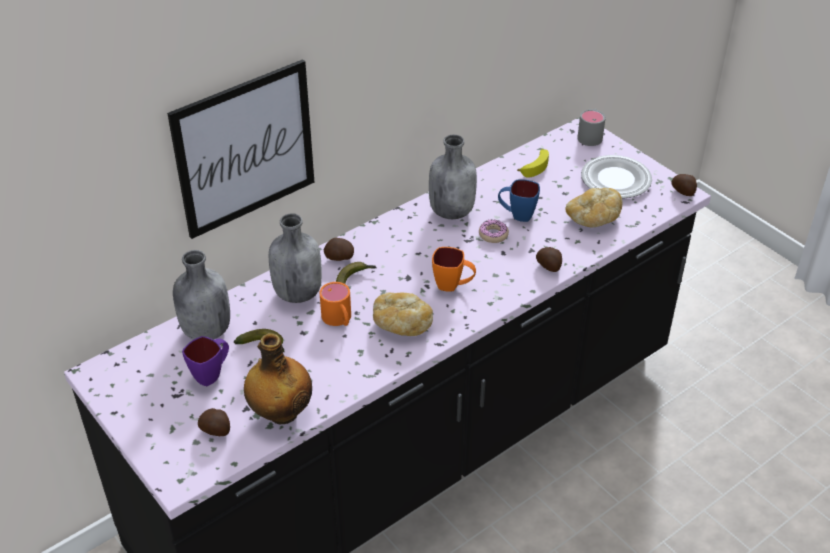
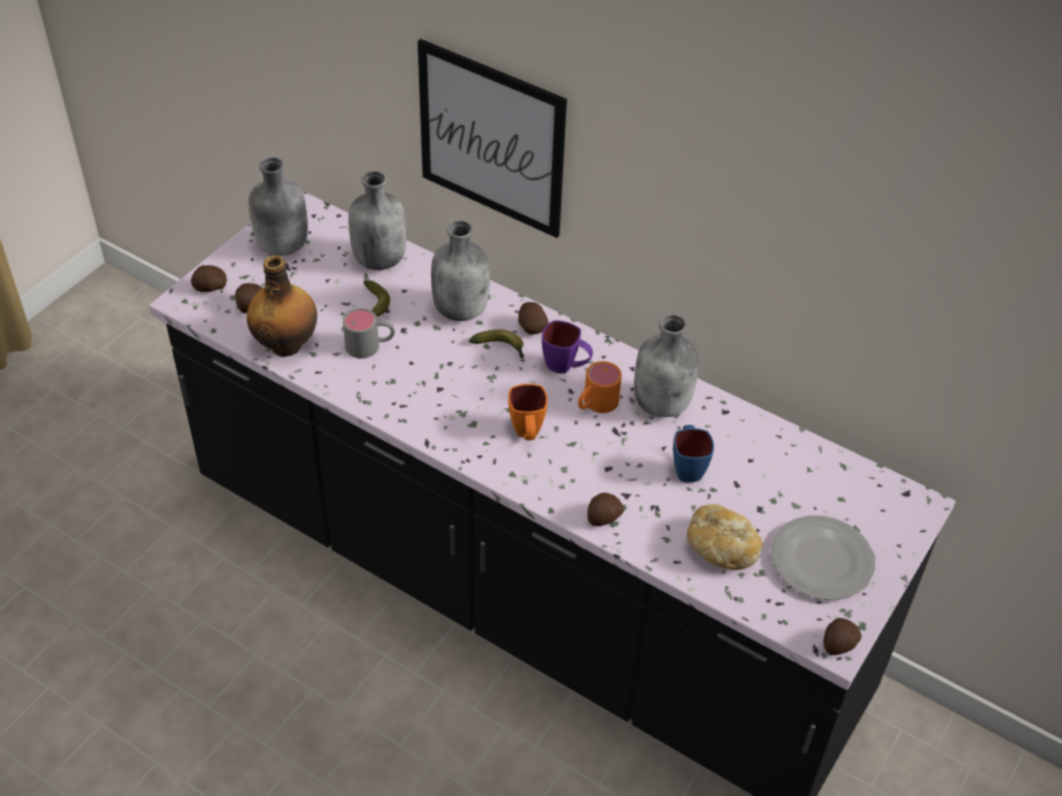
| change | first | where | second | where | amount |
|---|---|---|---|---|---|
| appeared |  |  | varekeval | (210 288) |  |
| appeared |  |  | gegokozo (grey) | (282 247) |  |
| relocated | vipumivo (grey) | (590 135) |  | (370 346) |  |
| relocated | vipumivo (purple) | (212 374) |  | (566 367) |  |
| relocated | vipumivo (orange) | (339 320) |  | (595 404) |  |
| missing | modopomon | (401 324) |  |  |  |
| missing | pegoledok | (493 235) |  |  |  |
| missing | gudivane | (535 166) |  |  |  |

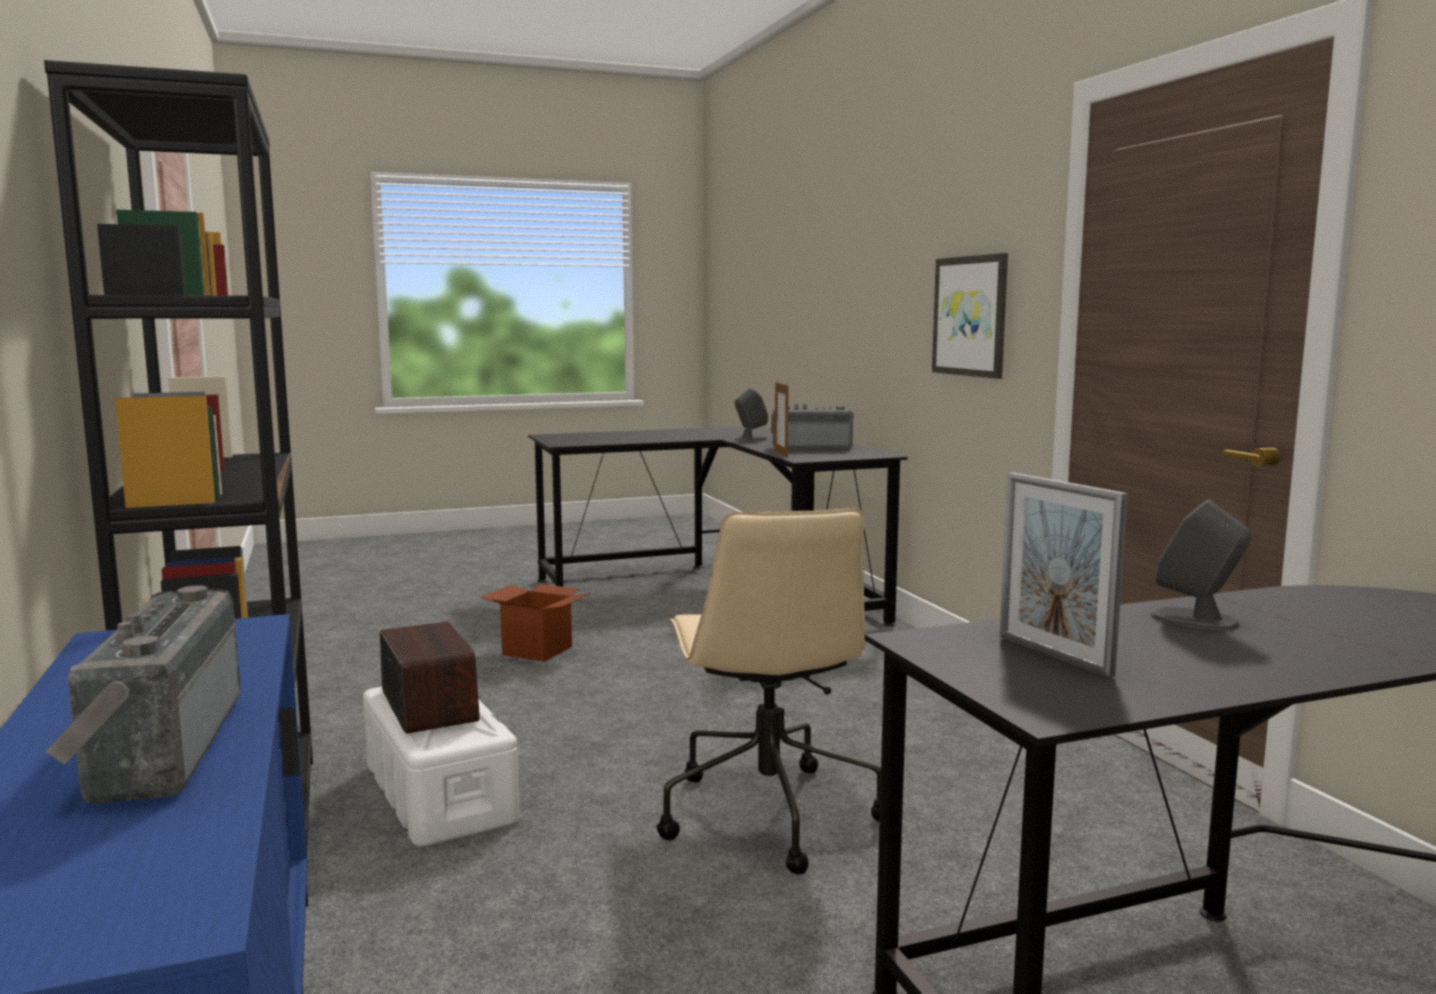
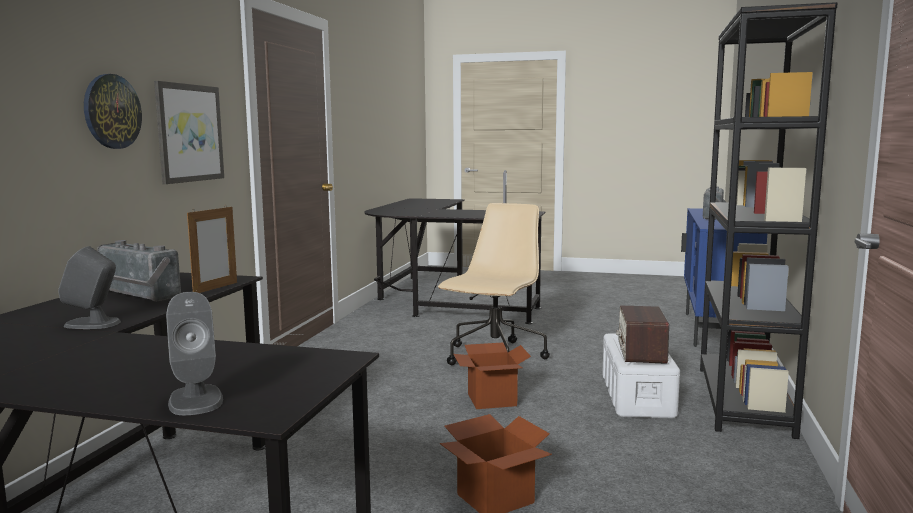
| change | first | where | second | where | amount |
|---|---|---|---|---|---|
| appeared |  |  | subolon | (111 111) |  |
| relocated | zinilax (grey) | (1196 620) |  | (195 400) |  |
| appeared |  |  | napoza | (492 400) |  |

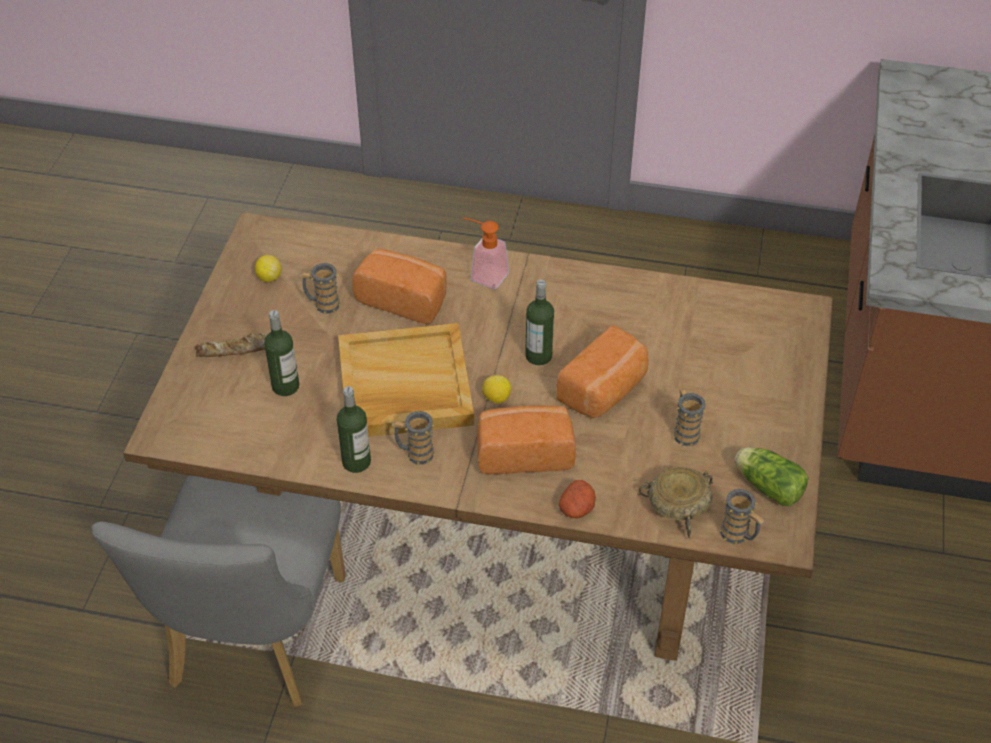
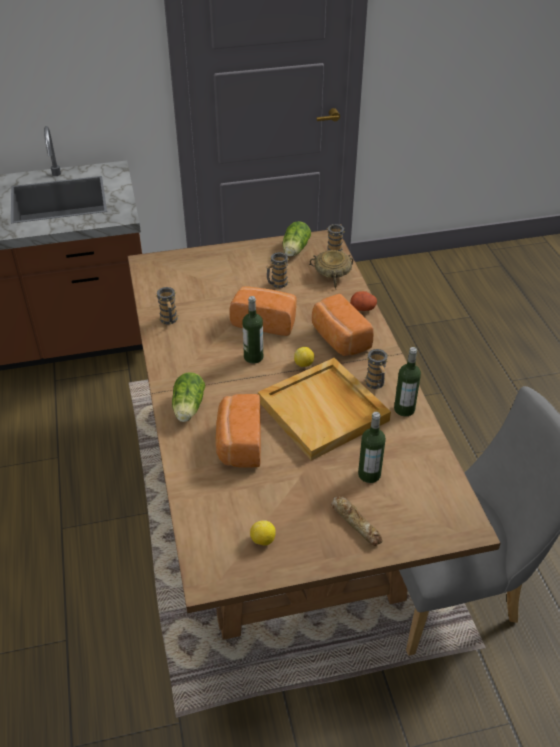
| change | first | where | second | where | amount |
|---|---|---|---|---|---|
| relocated | vipumivo | (322 304) |  | (169 321) |  |
| exchanged | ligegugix | (483 275) | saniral | (188 409) |  |

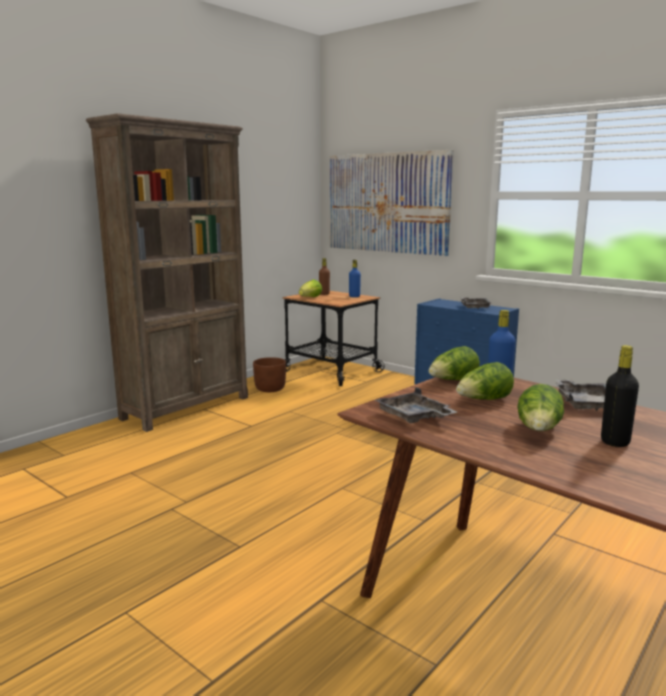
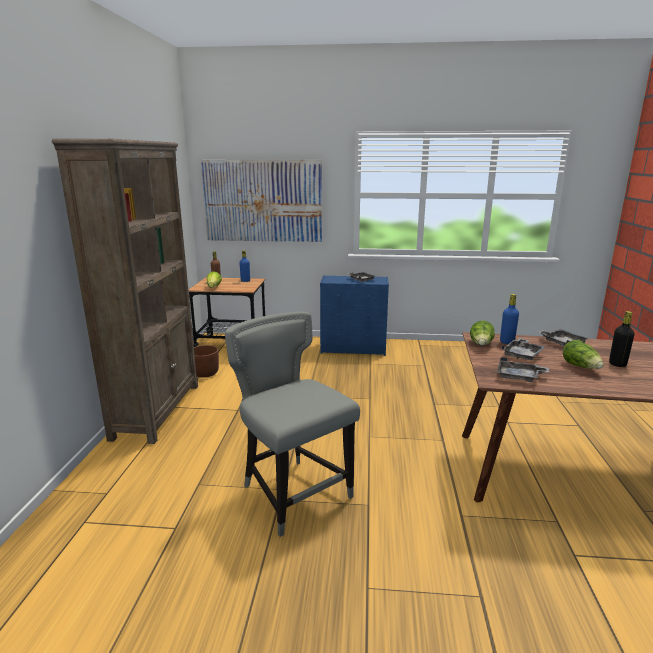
| change | first | where | second | where | amount |
|---|---|---|---|---|---|
| appeared |  |  | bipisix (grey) | (293 492) |  |
| exchanged | saniral | (483 400) | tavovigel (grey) | (522 355) |  |

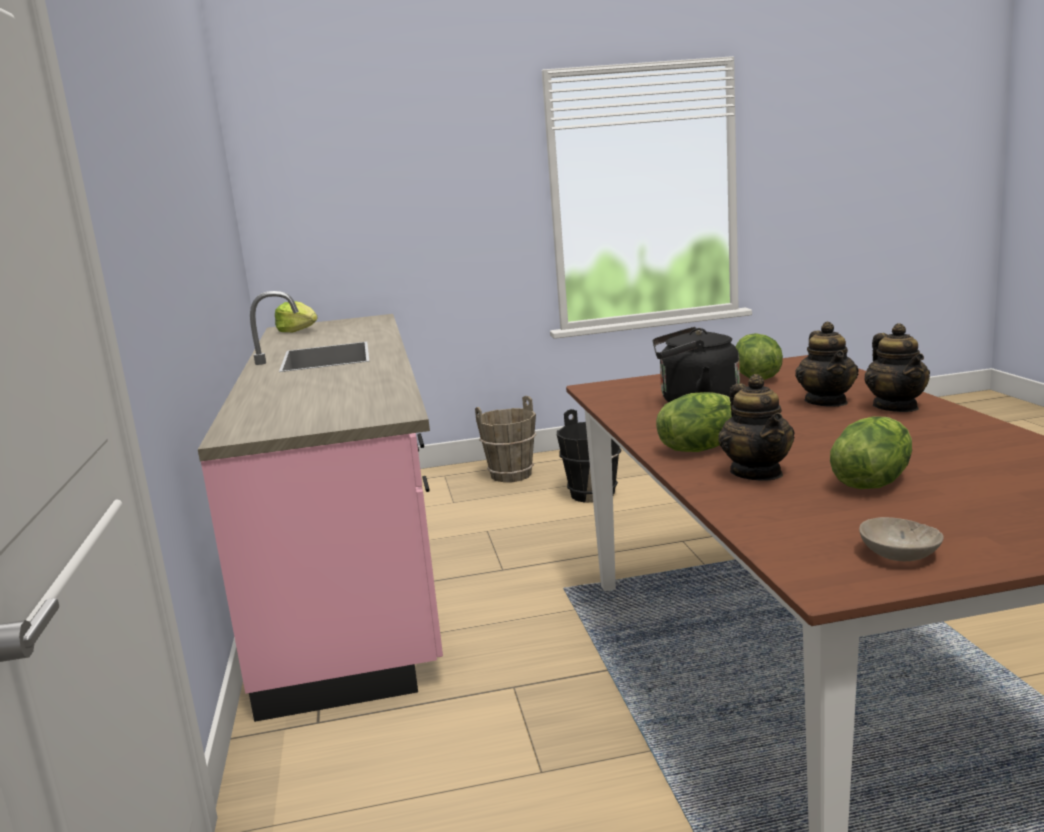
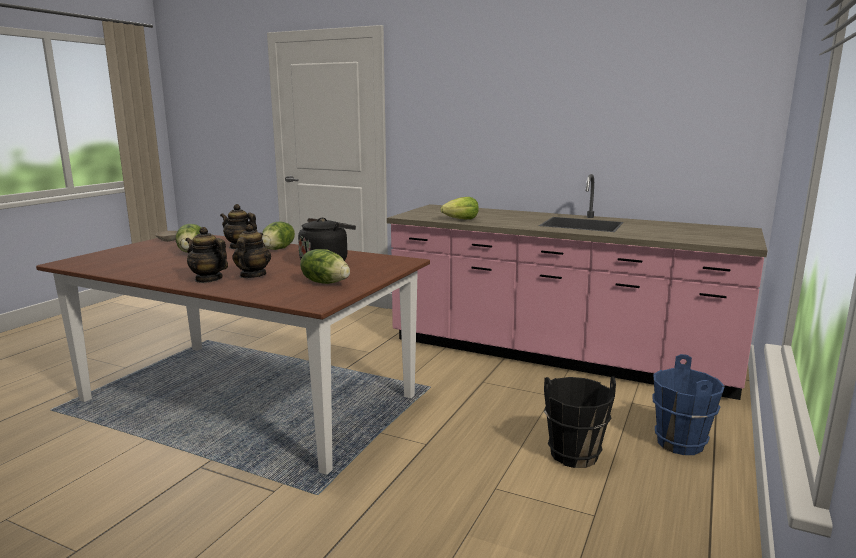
| change | first | where | second | where | amount |
|---|---|---|---|---|---|
| spun | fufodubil | (826 402) |  | (252 275) | 60 degrees clockwise |
| relocated | saniral | (298 331) |  | (461 219) |  |
| colour | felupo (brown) | (511 475) | felupo (blue) | (679 443) |  |

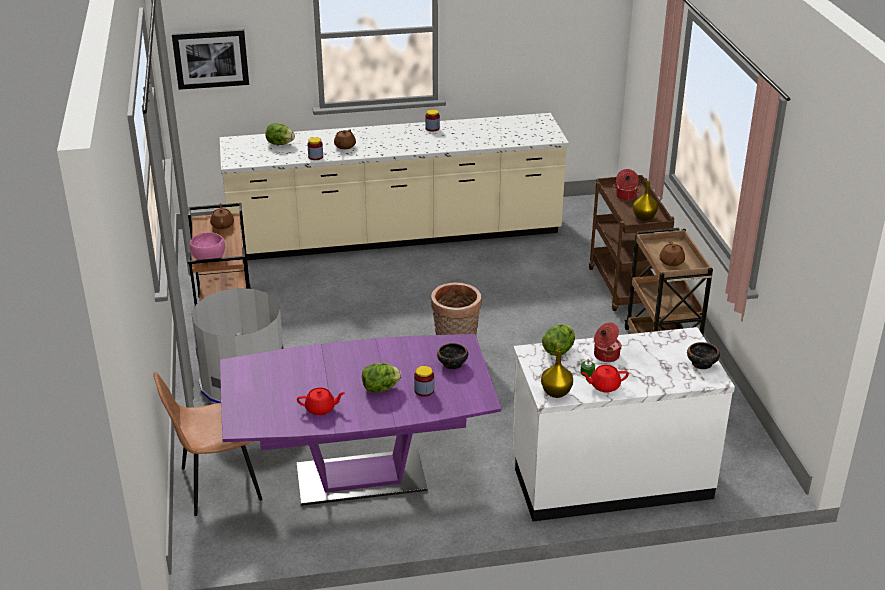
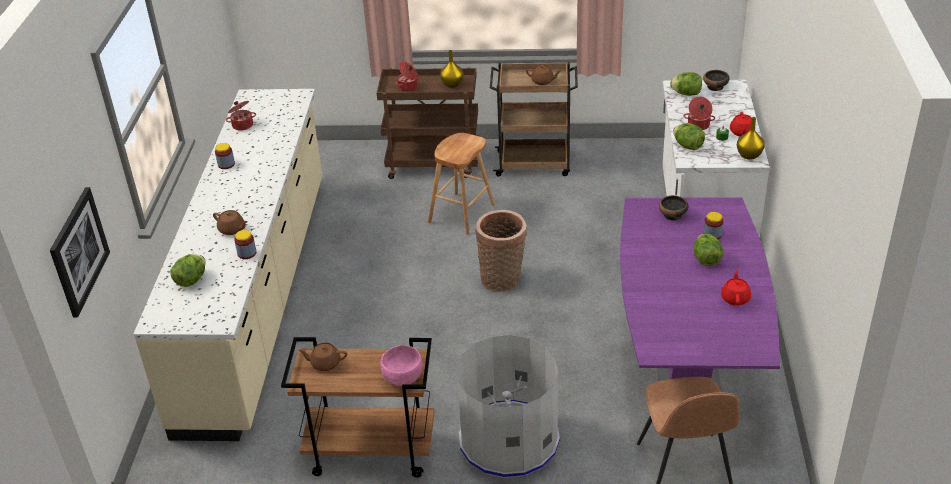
| change | first | where | second | where | amount |
|---|---|---|---|---|---|
| appeared |  |  | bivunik | (242 125) |  |
| appeared |  |  | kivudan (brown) | (461 214) |  |
| appeared |  |  | saniral | (686 94) |  |

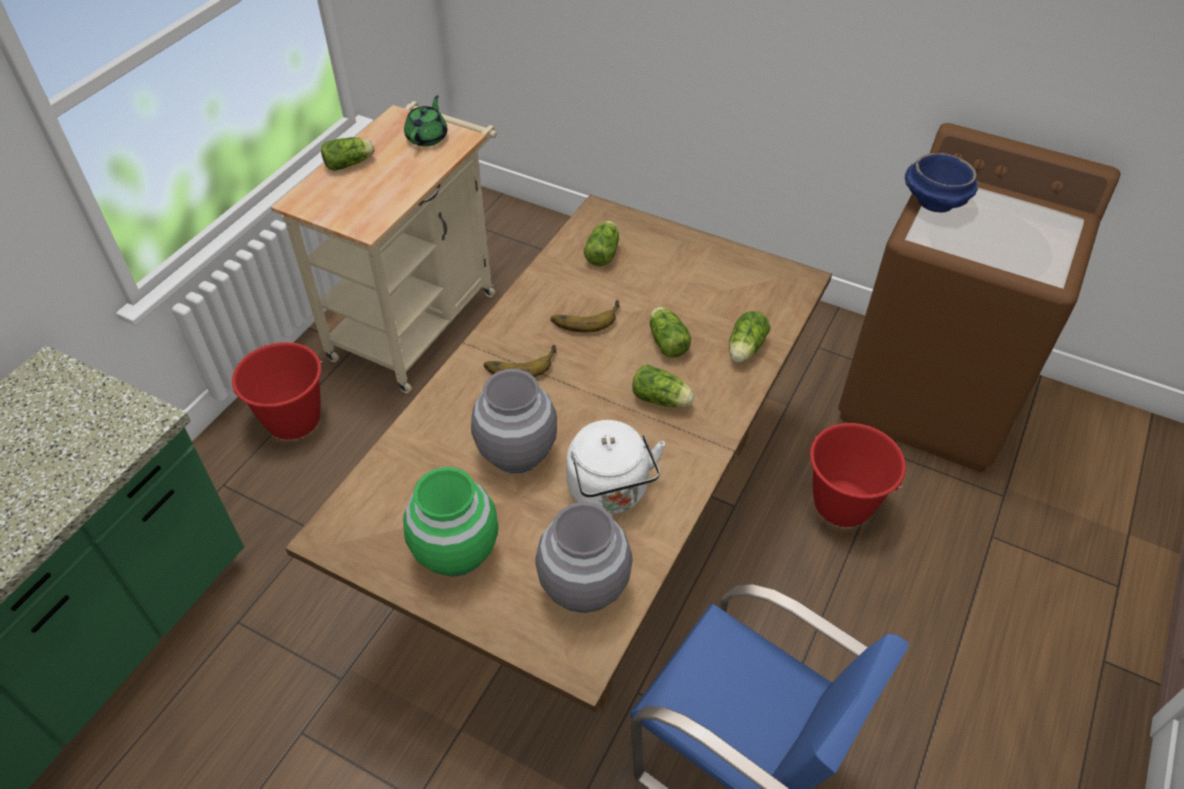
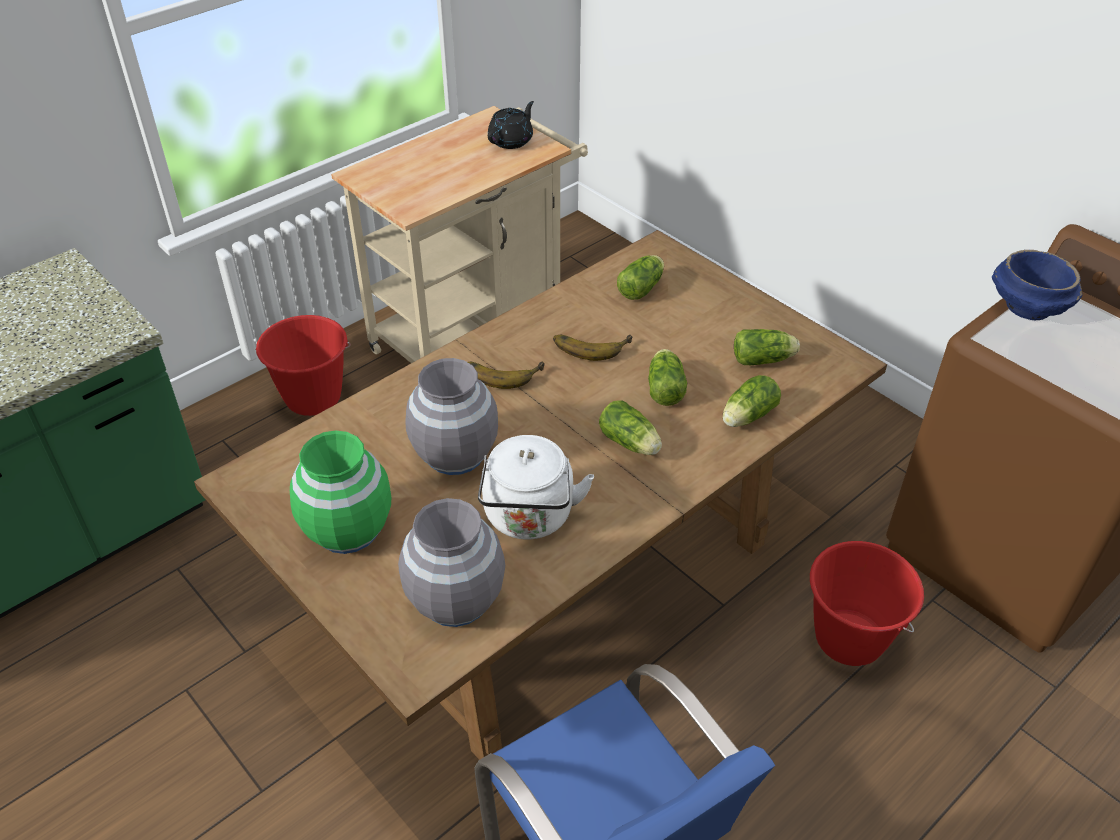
| change | first | where | second | where | amount |
|---|---|---|---|---|---|
| colour | fufodubil (green) | (427 137) | fufodubil (black) | (511 141) |  |
| relocated | saniral | (351 163) |  | (764 360) |  |

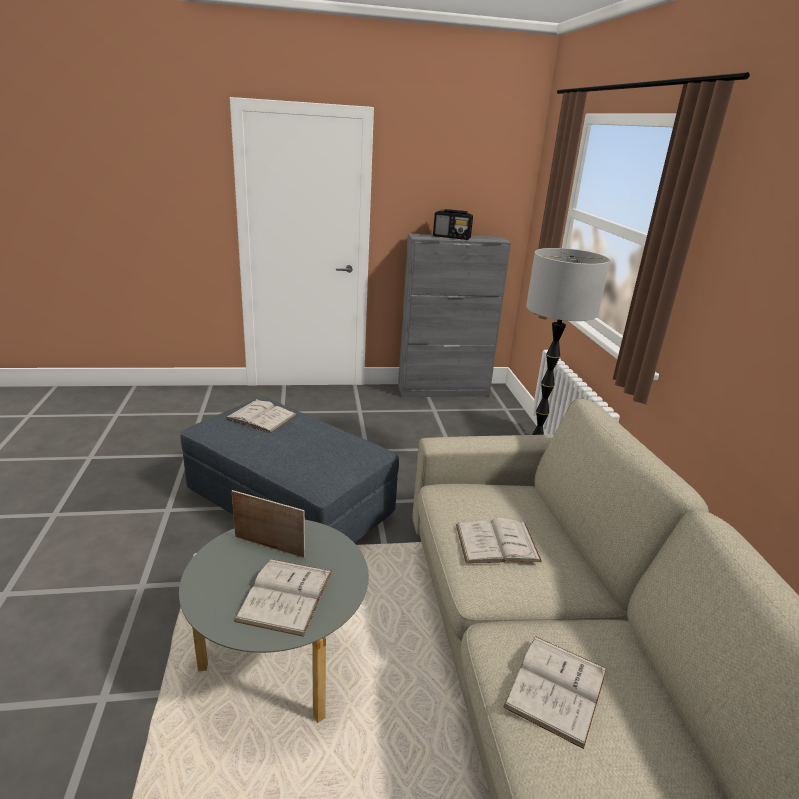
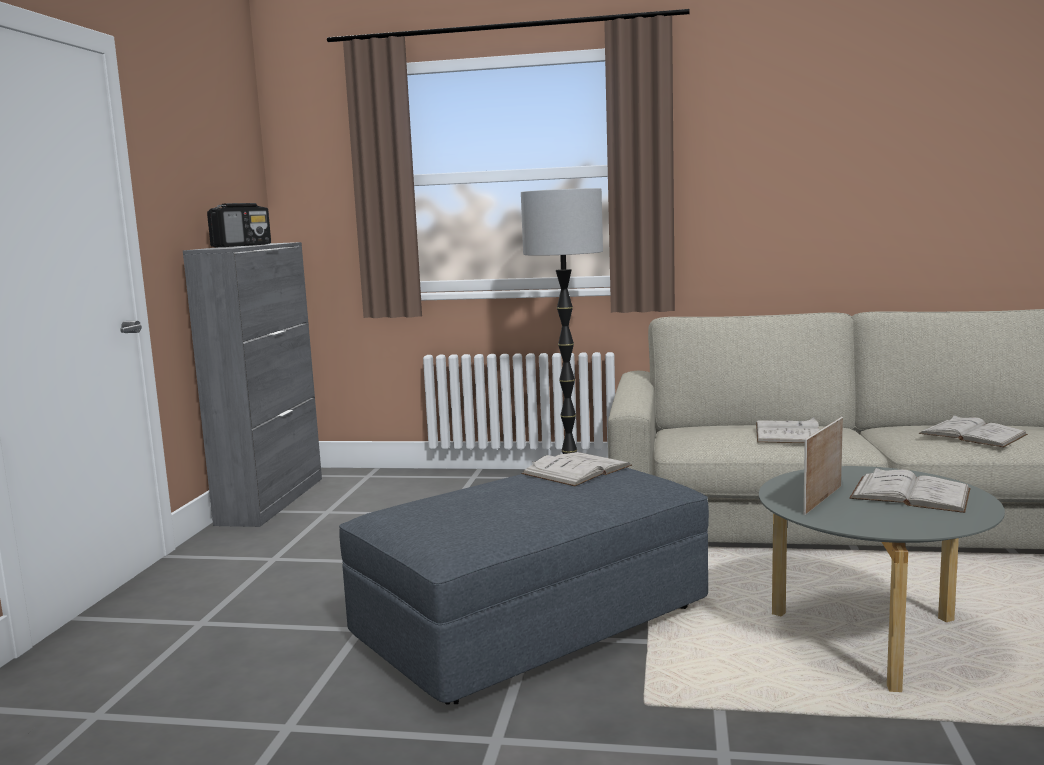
| change | first | where | second | where | amount |
|---|---|---|---|---|---|
| relocated | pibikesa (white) | (261 417) |  | (577 470) |  |

